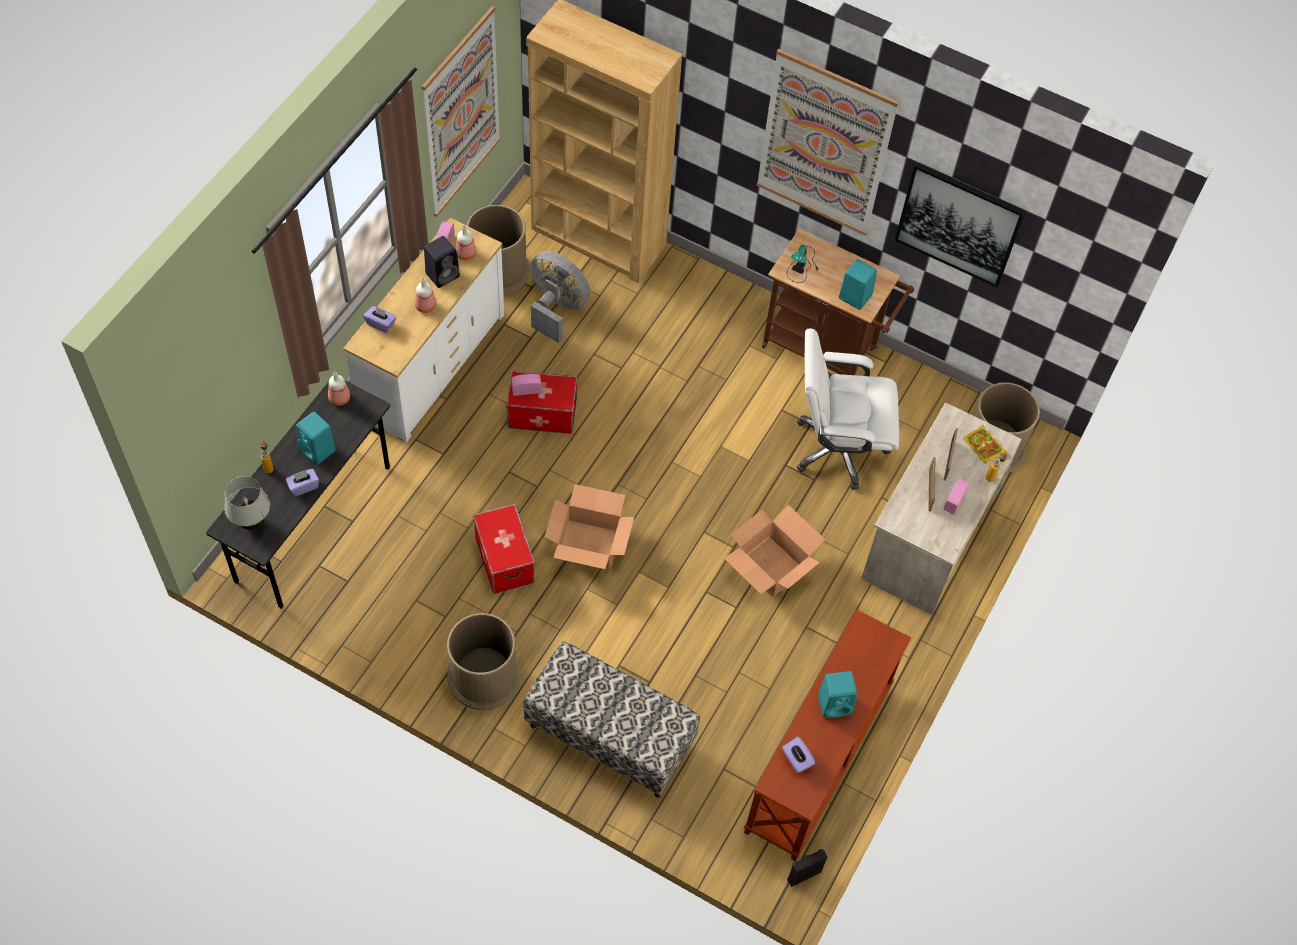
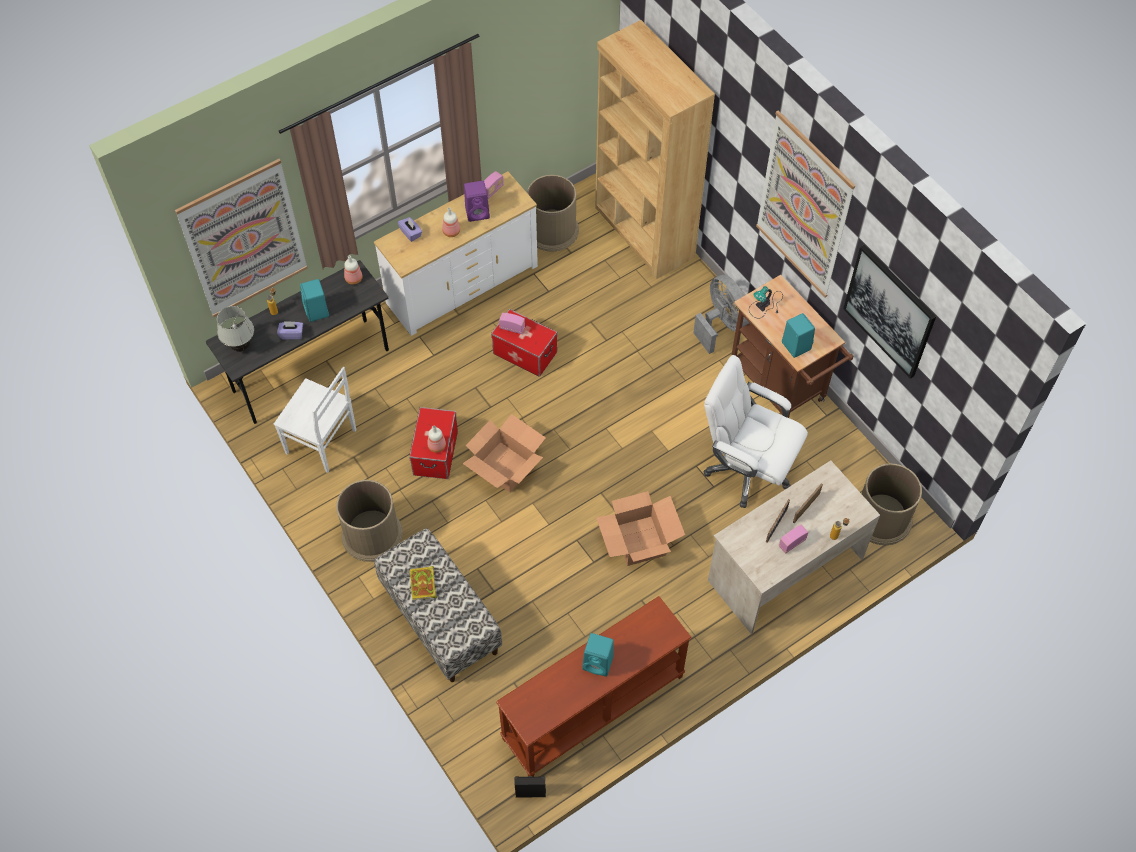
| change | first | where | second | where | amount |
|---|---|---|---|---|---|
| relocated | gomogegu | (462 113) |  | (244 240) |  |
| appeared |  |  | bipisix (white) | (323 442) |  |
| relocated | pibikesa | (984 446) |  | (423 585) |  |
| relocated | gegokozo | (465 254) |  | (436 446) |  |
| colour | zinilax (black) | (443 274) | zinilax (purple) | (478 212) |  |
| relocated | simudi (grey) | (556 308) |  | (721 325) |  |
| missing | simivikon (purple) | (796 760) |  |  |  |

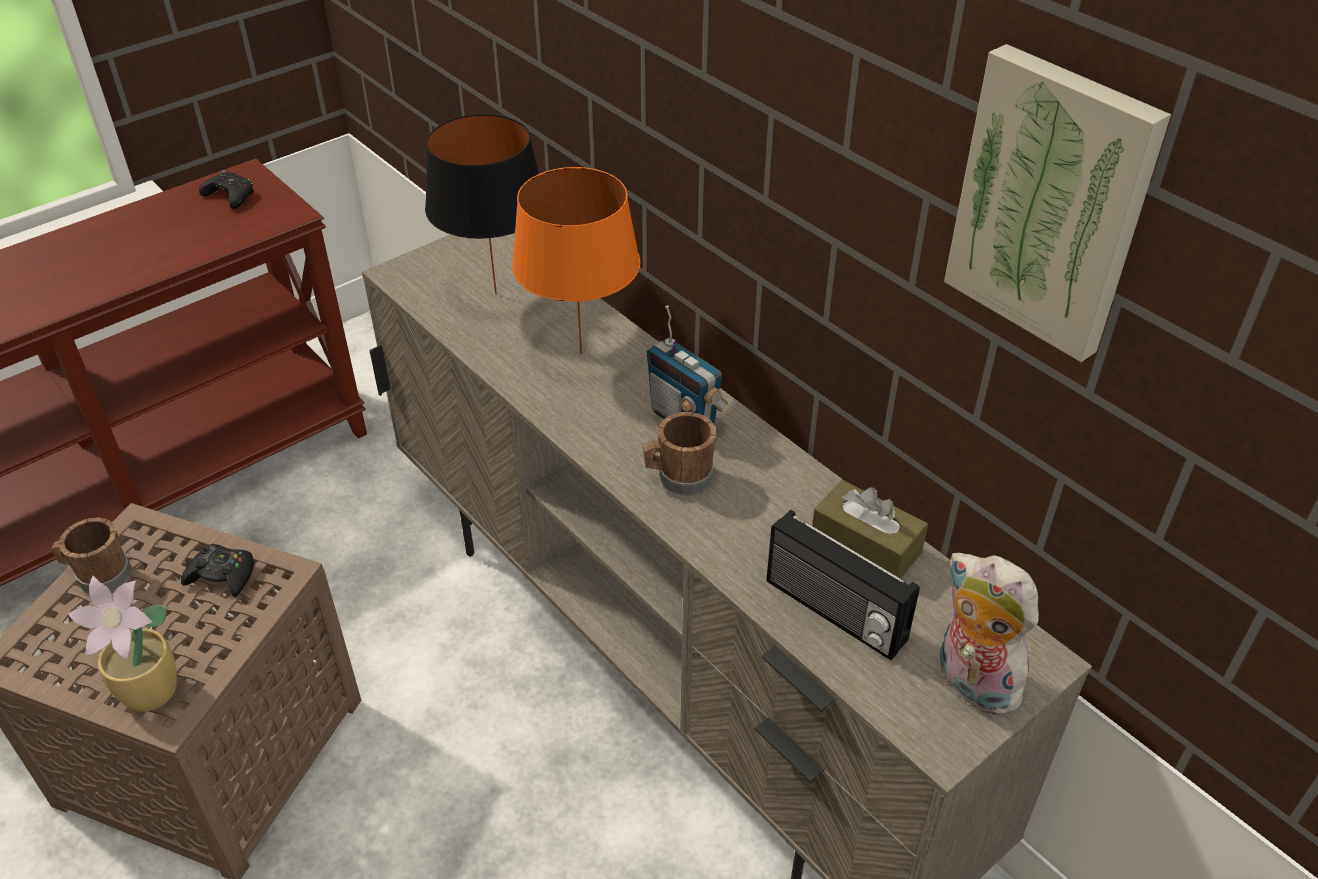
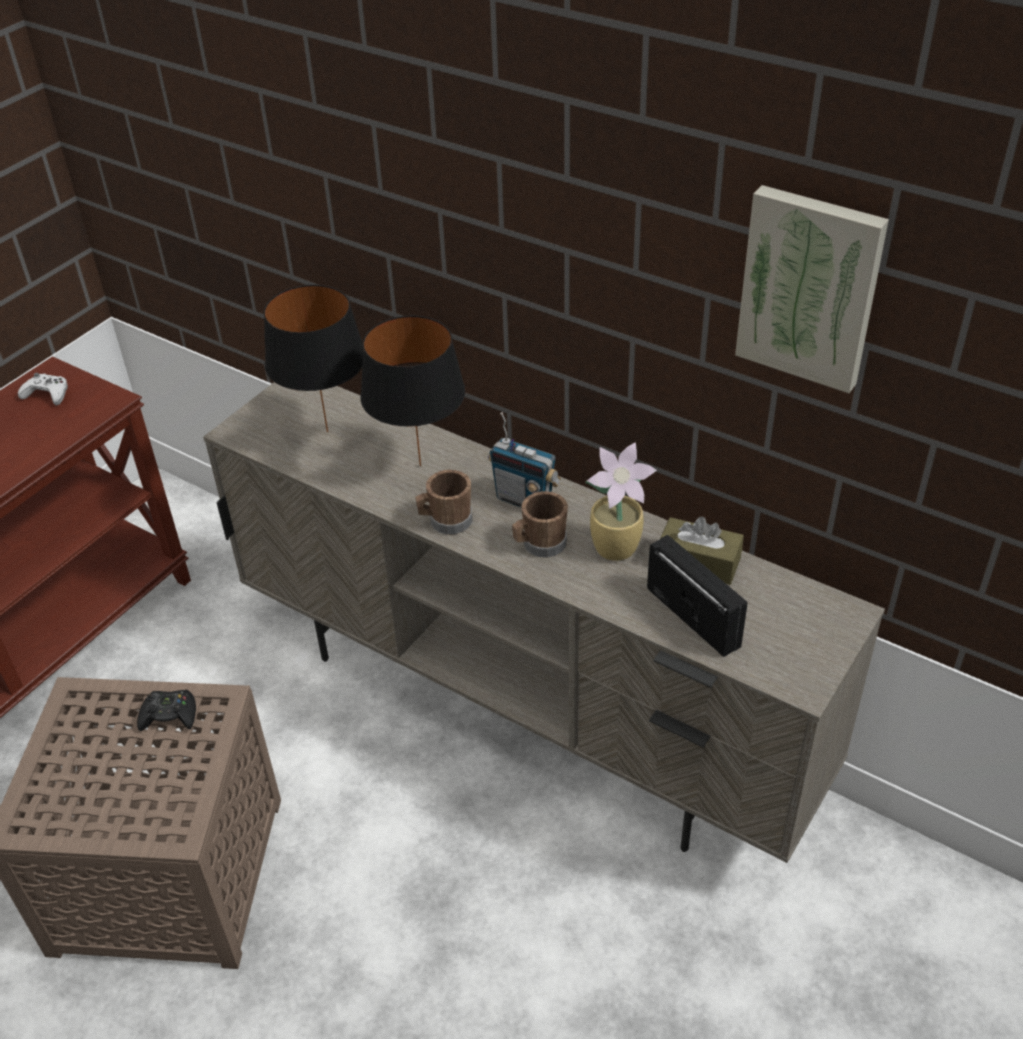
| change | first | where | second | where | amount |
|---|---|---|---|---|---|
| colour | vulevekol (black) | (230 196) | vulevekol (white) | (47 394) |  |
| colour | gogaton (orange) | (581 353) | gogaton (black) | (420 465) |  |
| relocated | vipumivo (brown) | (99 576) |  | (446 521) |  |
| relocated | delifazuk | (152 693) |  | (618 548) |  |
| spun | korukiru | (833 613) |  | (694 616) | 150 degrees counterclockwise |
| missing | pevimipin | (970 683) |  |  |  |

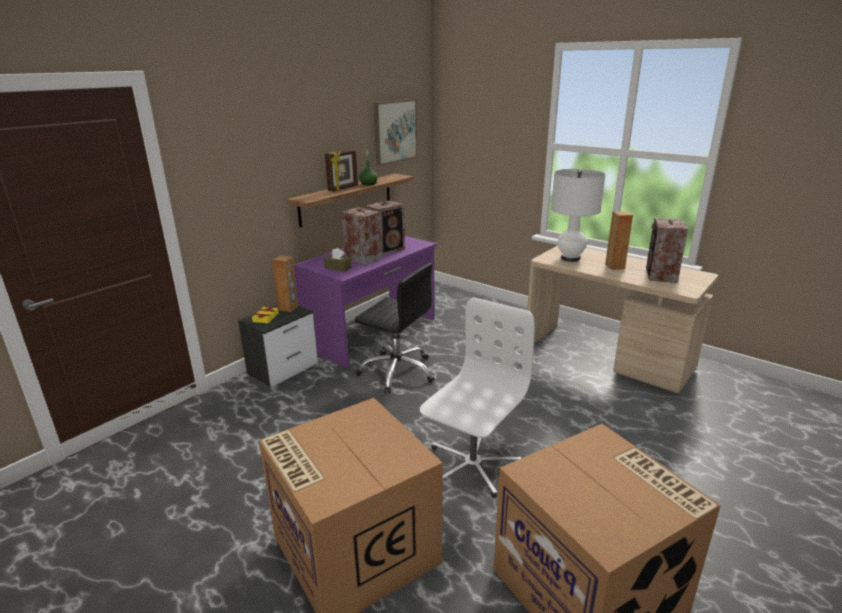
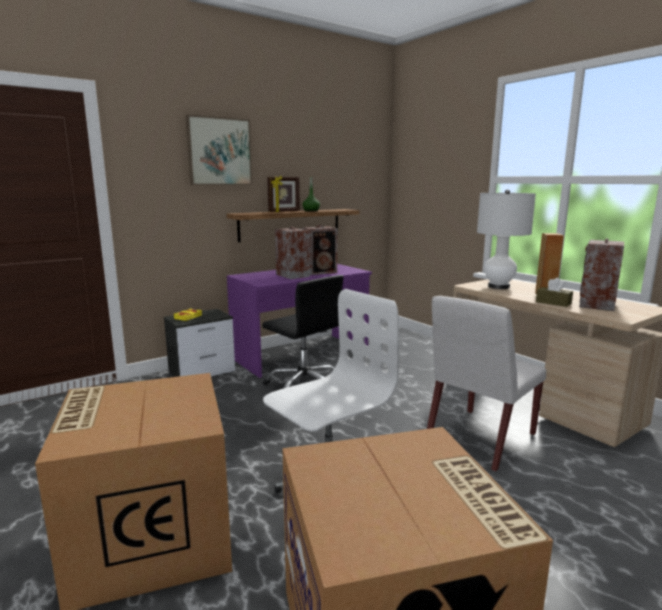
| change | first | where | second | where | amount |
|---|---|---|---|---|---|
| relocated | gomogegu | (394 131) |  | (219 151) |  |
| appeared |  |  | bipisix (white) | (480 439) |  |
| relocated | simivikon (brown) | (338 267) |  | (553 303) |  |
| missing | zinilax (brown) | (288 308) |  |  |  |

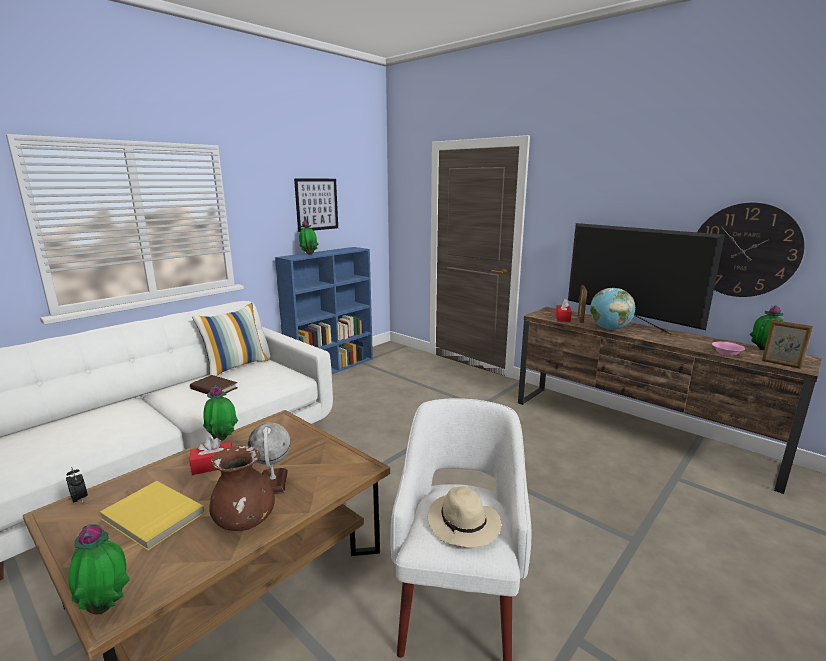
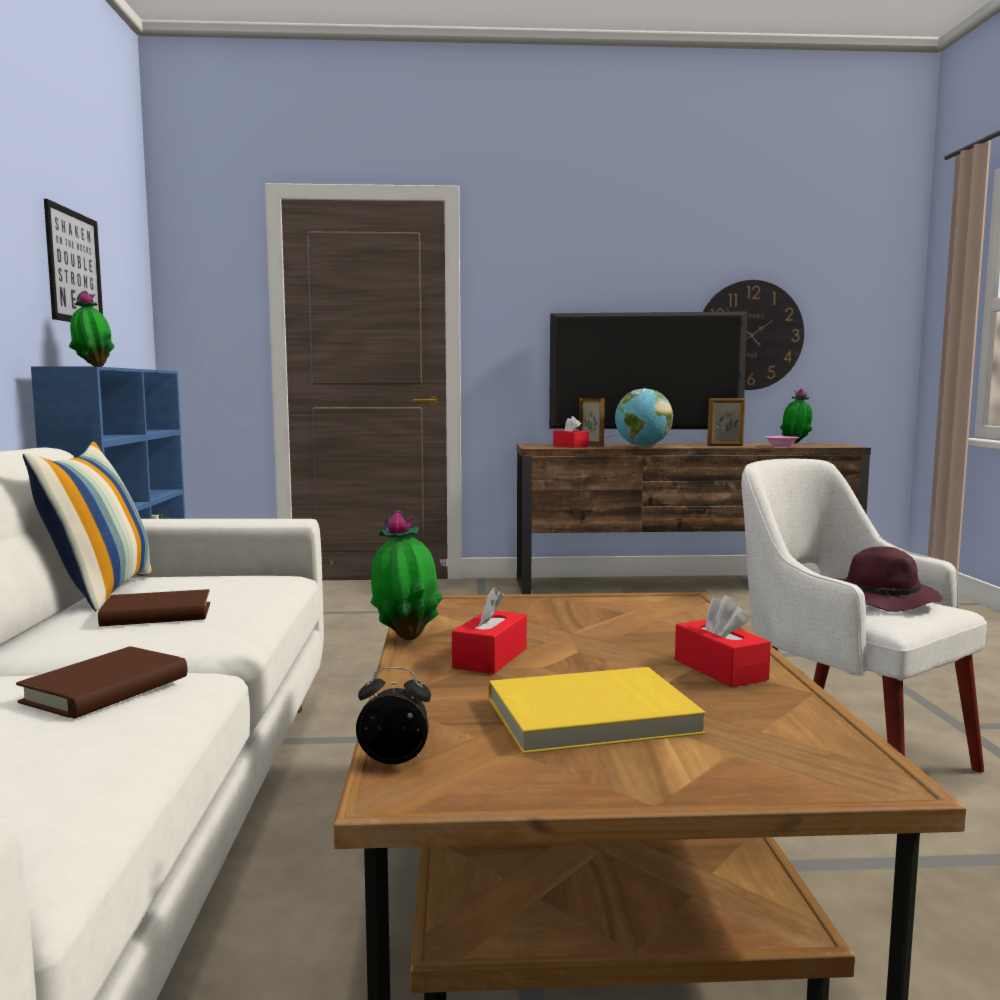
| change | first | where | second | where | amount |
|---|---|---|---|---|---|
| appeared |  |  | pibikesa (brown) | (106 690) |  |
| exchanged | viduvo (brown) | (245 522) | simivikon (red) | (720 669) |  |
| relocated | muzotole | (781 364) |  | (725 446) |  |
| colour | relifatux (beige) | (464 524) | relifatux (purple) | (883 599) |  |
| missing | delifazuk | (107 606) |  |  |  |
| missing | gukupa | (273 482) |  |  |  |

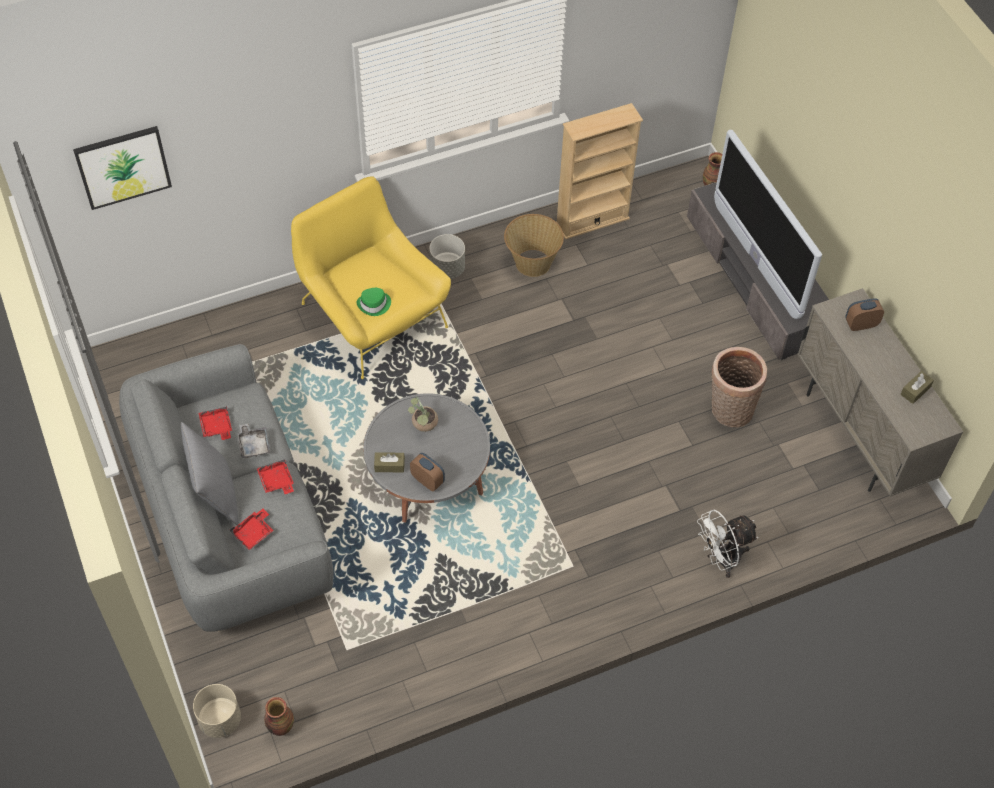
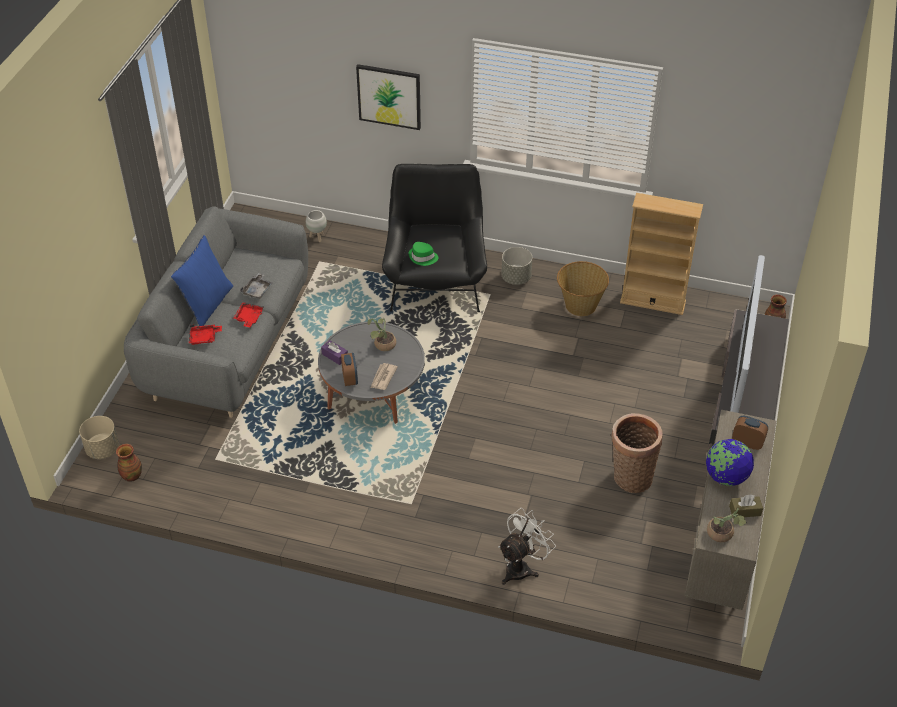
| change | first | where | second | where | amount |
|---|---|---|---|---|---|
| colour | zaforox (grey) | (215 493) | zaforox (blue) | (207 304) |  |
| appeared |  |  | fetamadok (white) | (317 237) |  |
| colour | simivikon (brown) | (389 465) | simivikon (purple) | (335 356) |  |
| relocated | gomogegu | (123 166) |  | (389 96) |  |
| appeared |  |  | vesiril | (383 378) |  |
| colour | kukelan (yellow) | (372 316) | kukelan (black) | (435 279) |  |
| spun | simudi (white) | (721 560) |  | (521 567) | 120 degrees clockwise |
| appeared |  |  | gukupa | (725 477) |  |
| appeared |  |  | delifazuk | (722 535) |  |
| missing | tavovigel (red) | (216 427) |  |  |  |

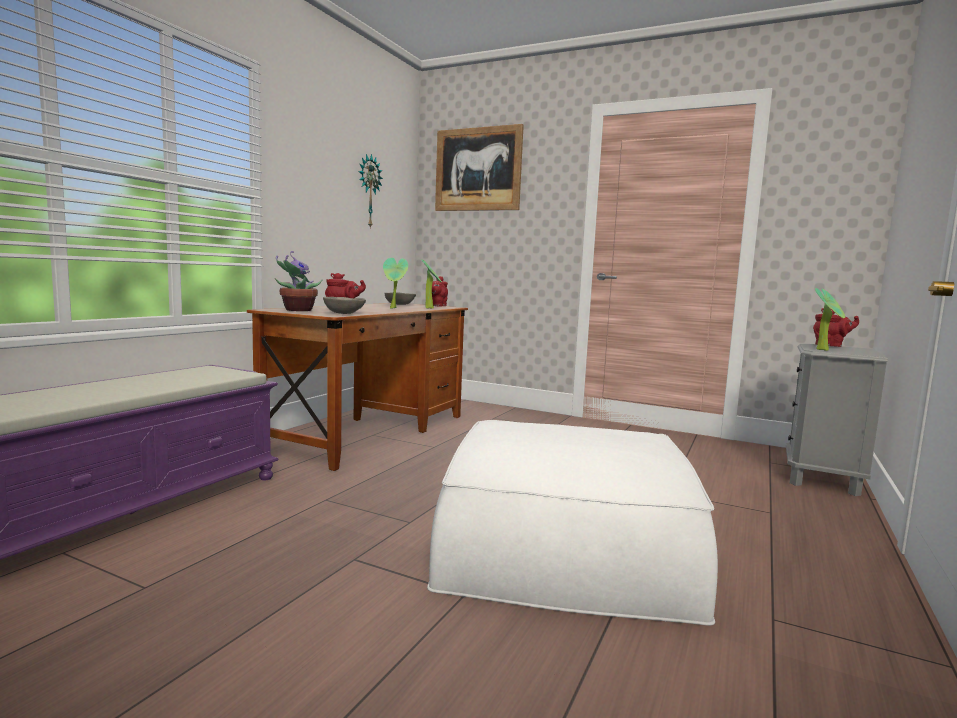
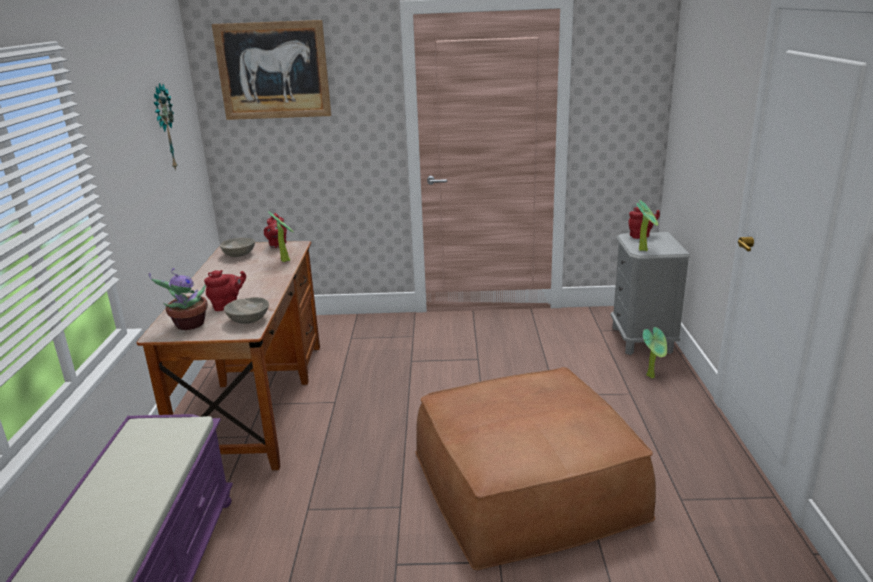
| change | first | where | second | where | amount |
|---|---|---|---|---|---|
| colour | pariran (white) | (566 544) | pariran (brown) | (526 483) |  |
| relocated | delifazuk | (394 308) |  | (652 376) |  |

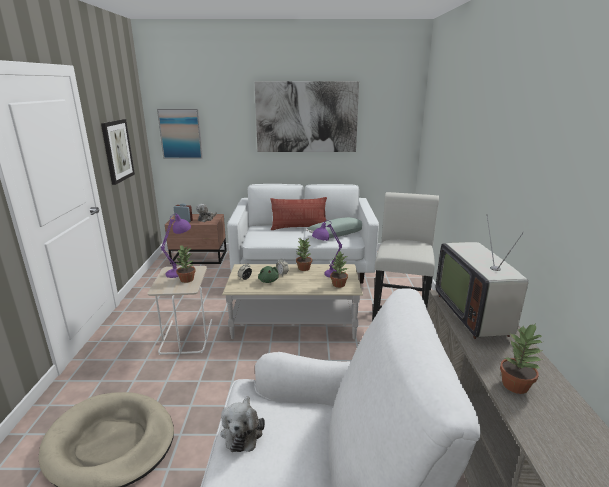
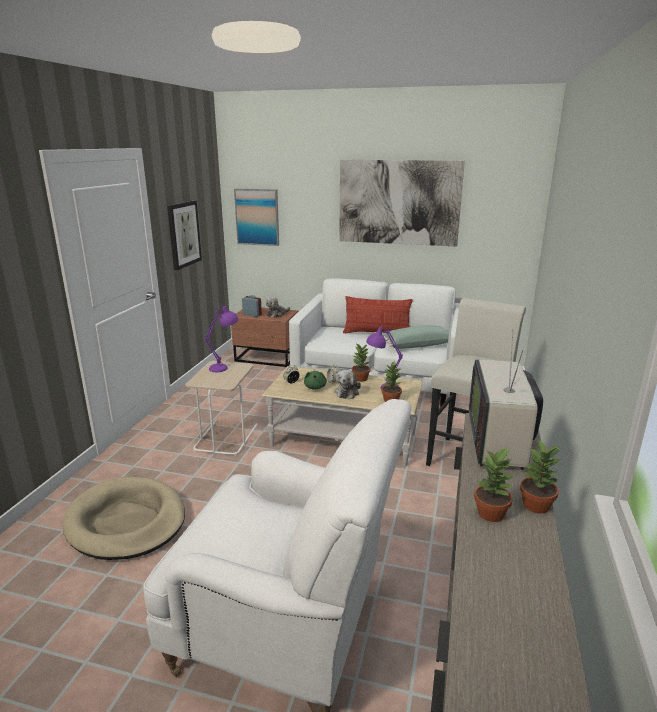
| change | first | where | second | where | amount |
|---|---|---|---|---|---|
| relocated | pevimipin | (242 431) |  | (347 392) |  |
| relocated | delifazuk | (187 280) |  | (536 506) |  |

